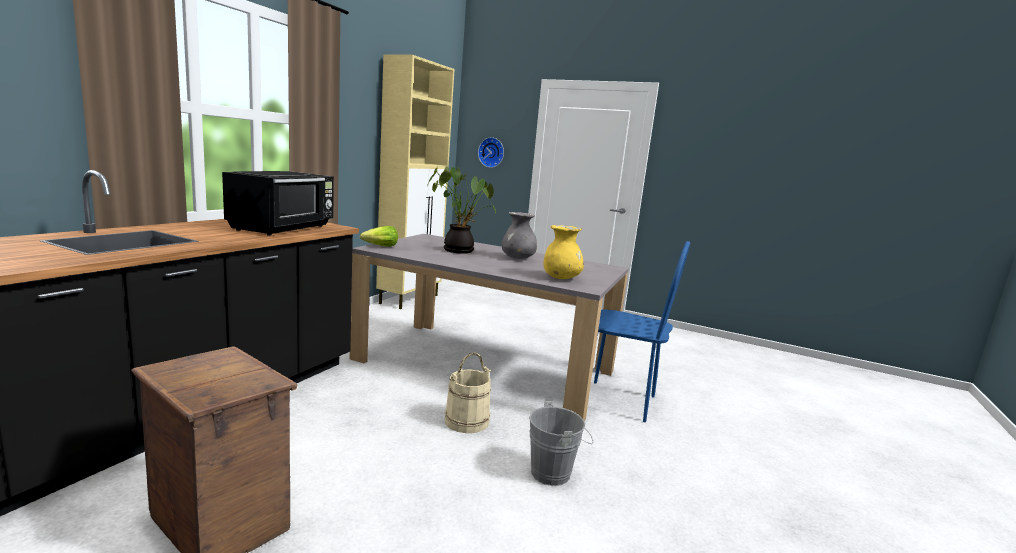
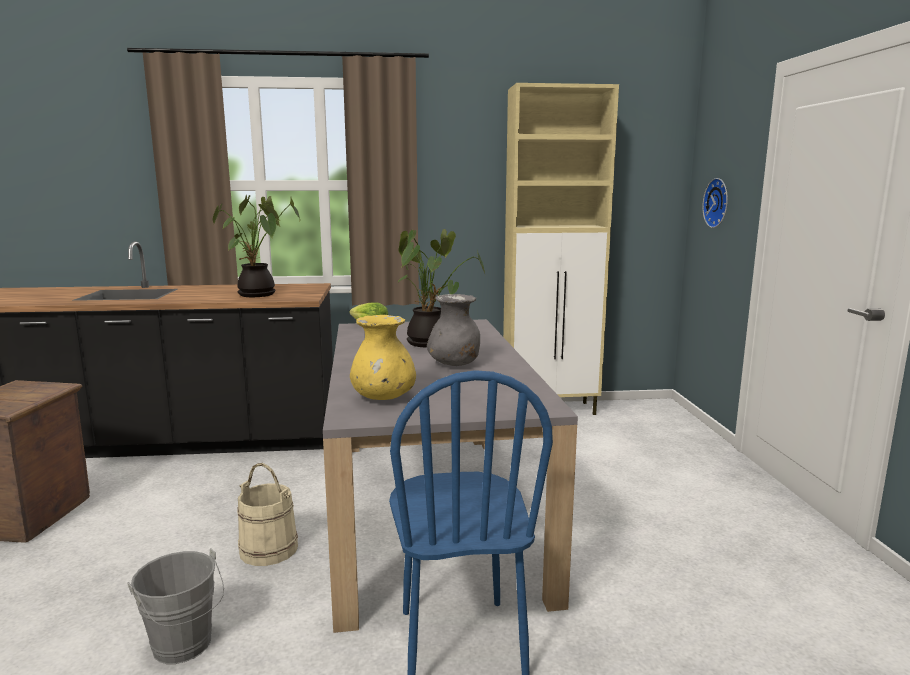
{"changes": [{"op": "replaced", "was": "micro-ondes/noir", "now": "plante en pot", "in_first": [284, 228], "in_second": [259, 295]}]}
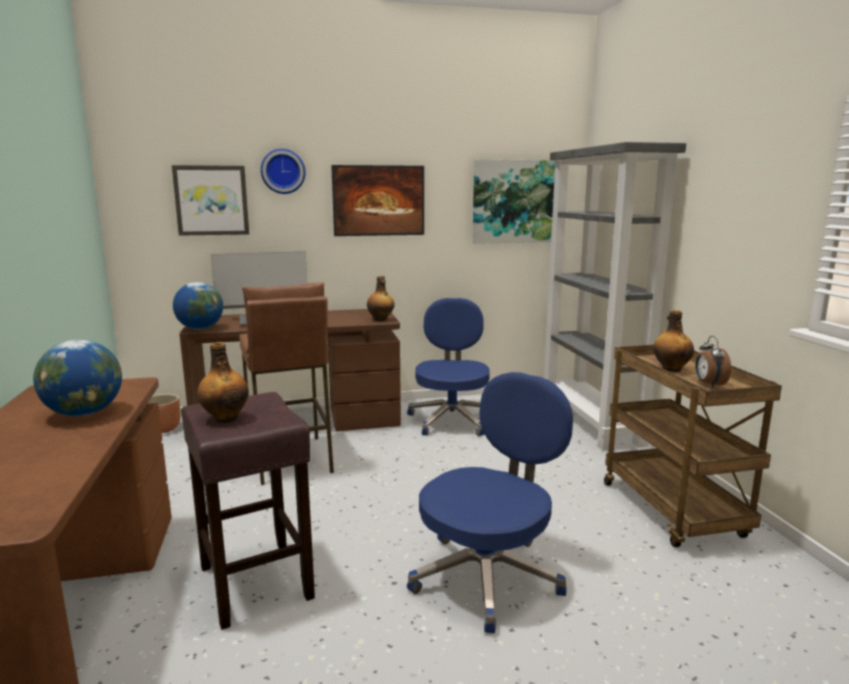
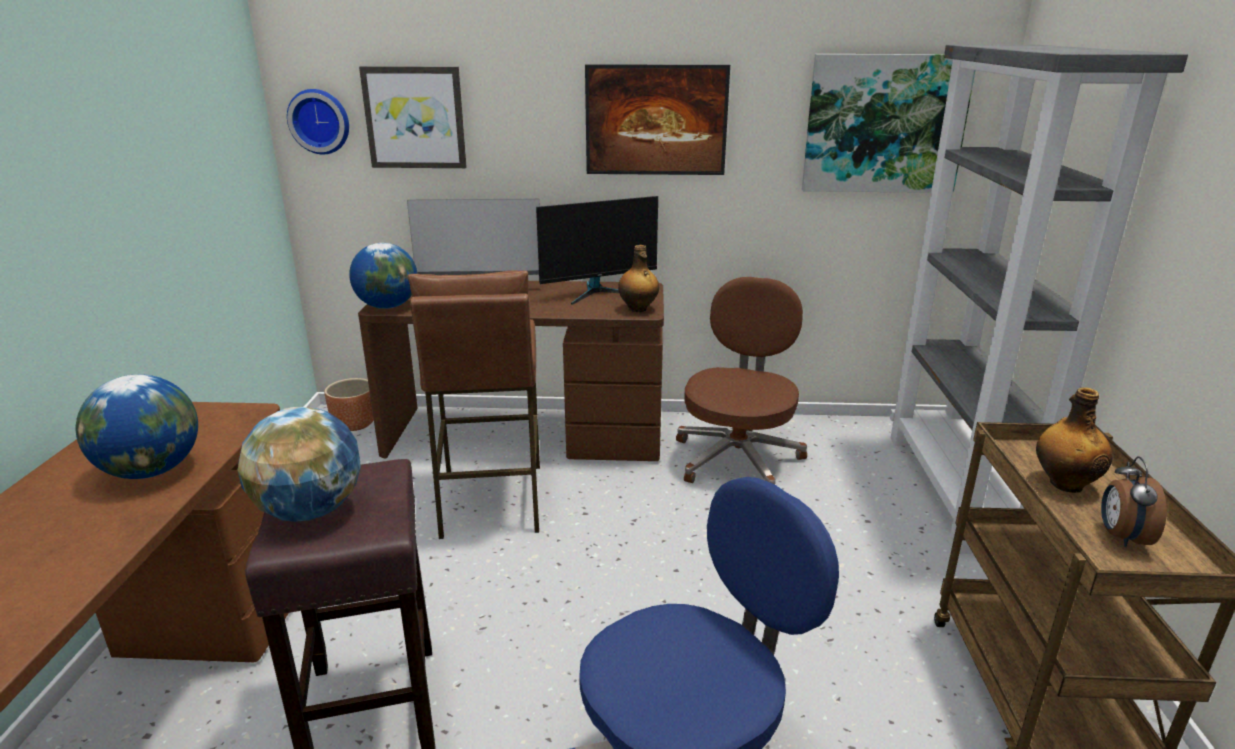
{"changes": [{"op": "added", "now": "écran d'ordinateur", "in_second": [598, 292]}, {"op": "moved", "was": "horloge murale", "in_first": [283, 171], "in_second": [320, 121]}, {"op": "replaced", "was": "bouteille", "now": "globe", "in_first": [225, 418], "in_second": [310, 511]}, {"op": "recoloured", "was": "chaise de bureau/bleu", "now": "chaise de bureau/marron", "in_first": [452, 419], "in_second": [738, 458]}]}
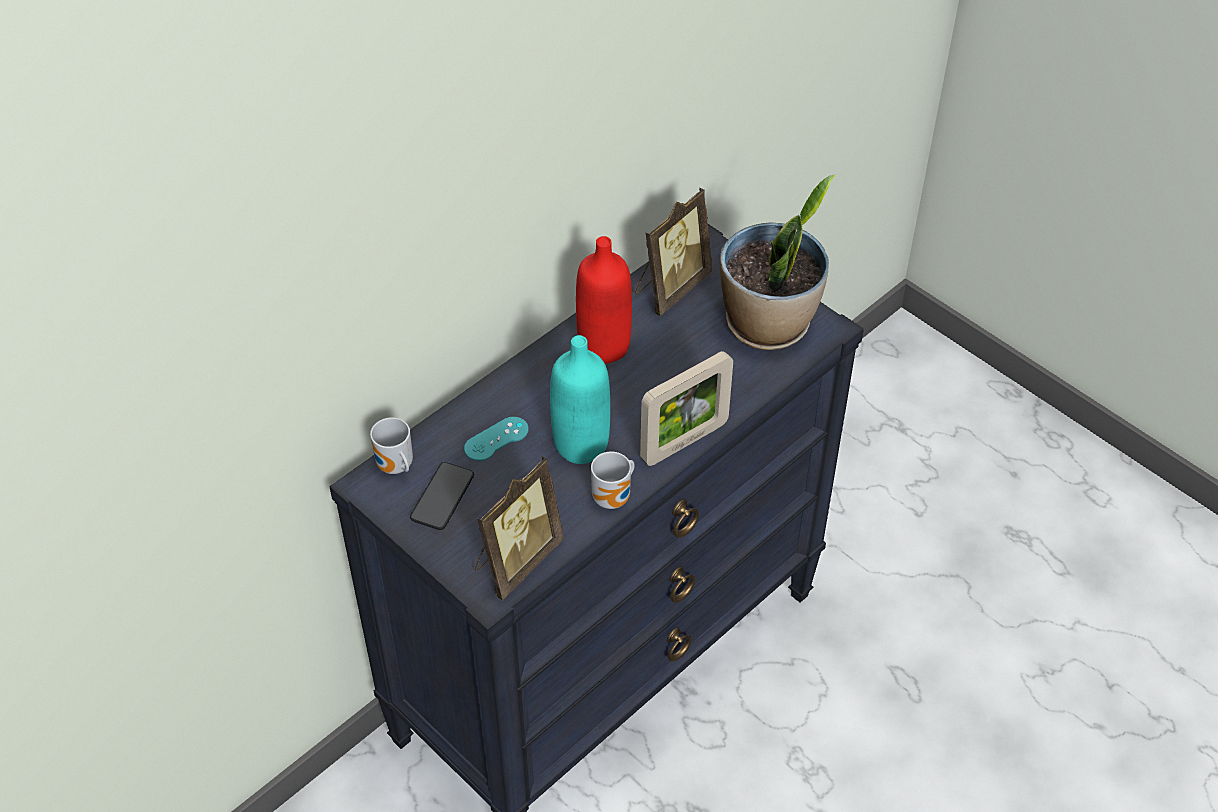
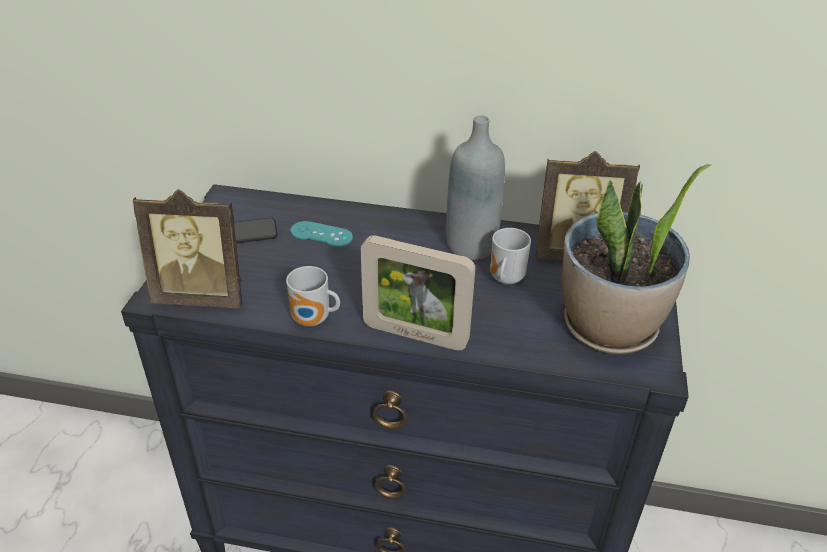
{"changes": [{"op": "removed", "was": "bouteille/turquoise", "in_first": [581, 445]}, {"op": "moved", "was": "mug", "in_first": [395, 468], "in_second": [504, 279]}, {"op": "recoloured", "was": "bouteille/rouge", "now": "bouteille/gris", "in_first": [604, 347], "in_second": [471, 246]}]}
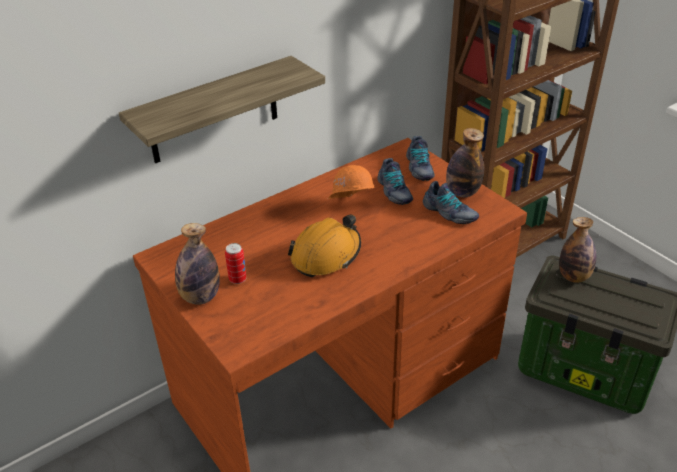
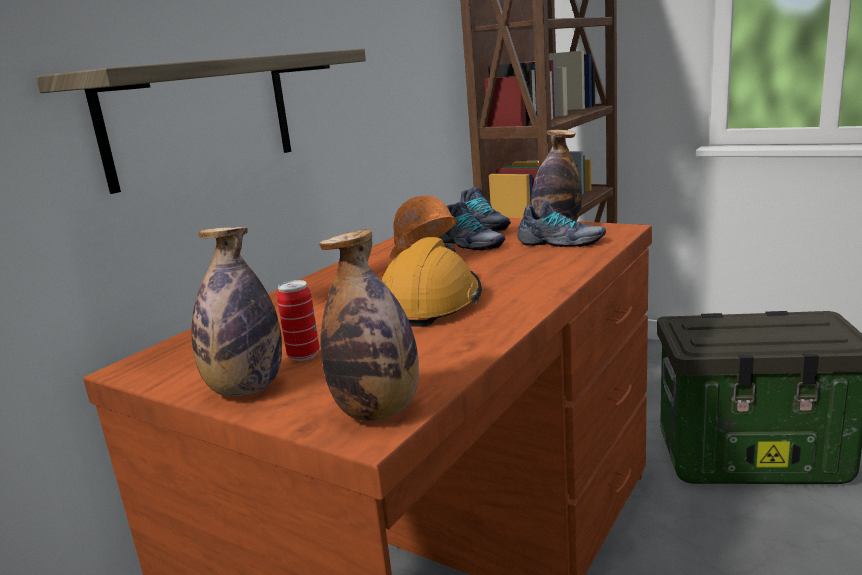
{"changes": [{"op": "moved", "was": "bouteille", "in_first": [574, 277], "in_second": [378, 411]}]}
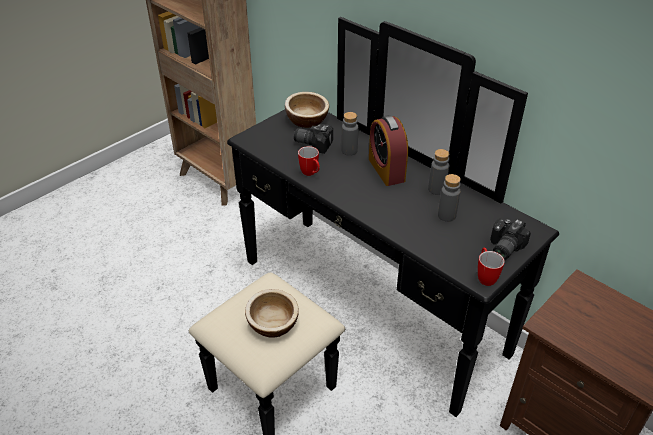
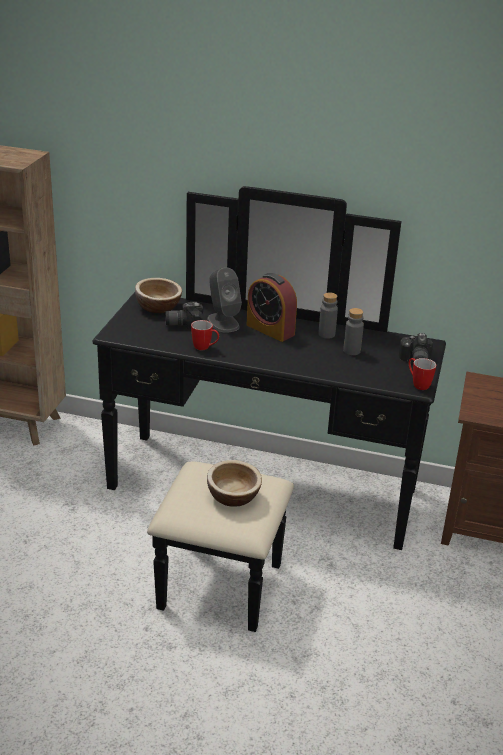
{"changes": [{"op": "replaced", "was": "bouteille/gris", "now": "enceinte/gris", "in_first": [349, 151], "in_second": [223, 322]}]}
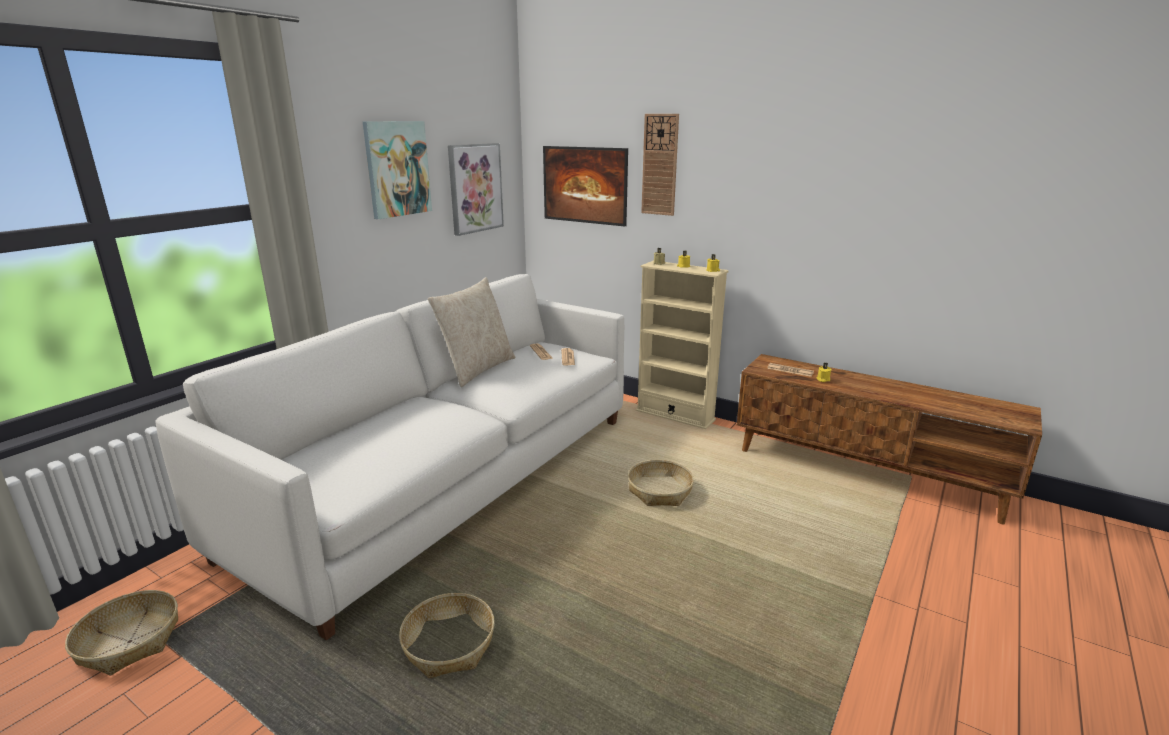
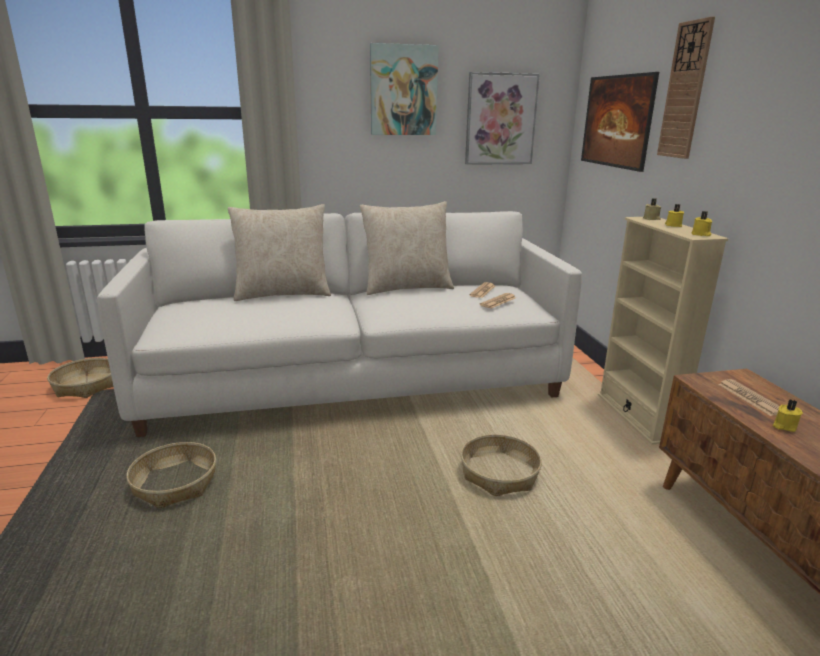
{"changes": [{"op": "added", "now": "coussin/beige", "in_second": [283, 294]}]}
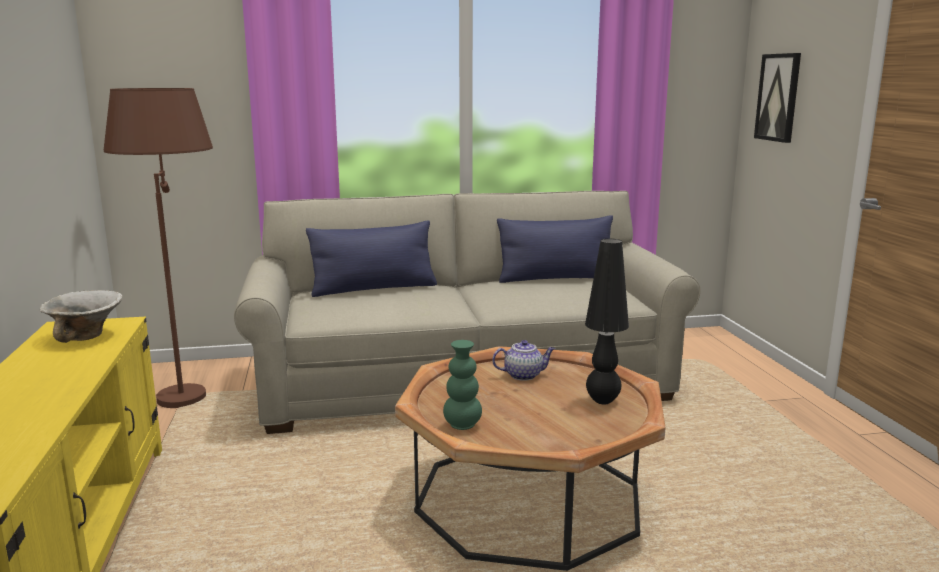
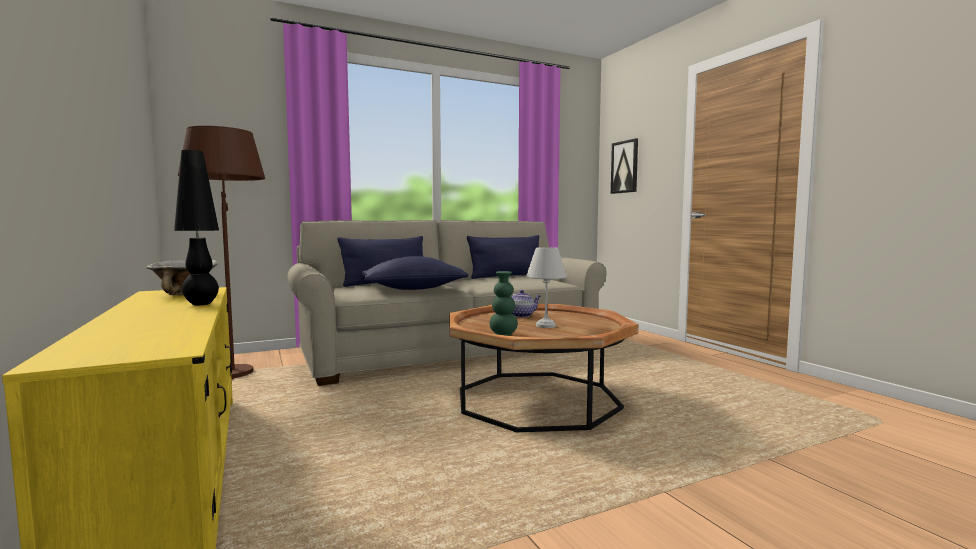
{"changes": [{"op": "added", "now": "coussin/bleu", "in_second": [414, 289]}, {"op": "added", "now": "lampe de table/blanc", "in_second": [546, 326]}, {"op": "moved", "was": "lampe de table/noir", "in_first": [603, 401], "in_second": [201, 304]}]}
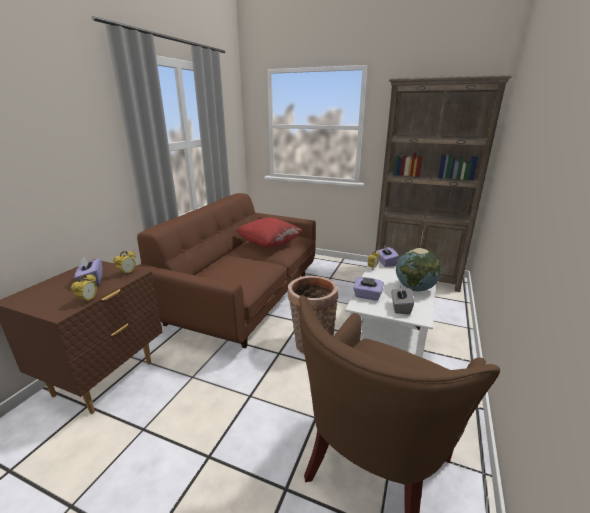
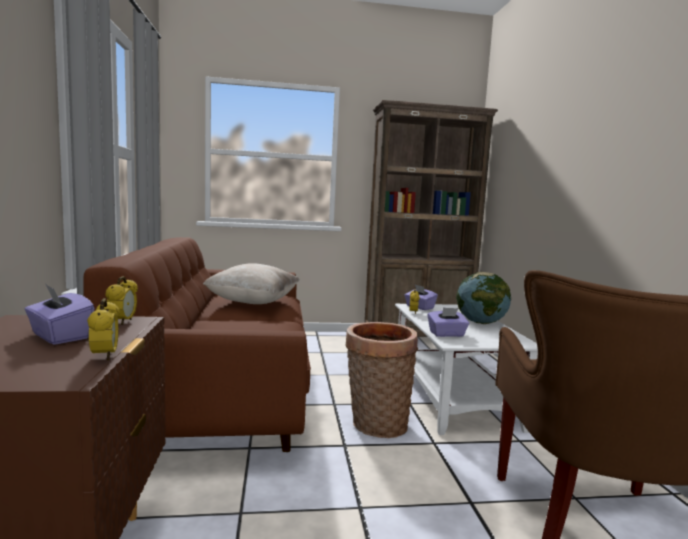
{"changes": [{"op": "removed", "was": "boîte à mouchoirs/gris", "in_first": [400, 307]}, {"op": "recoloured", "was": "coussin/rouge", "now": "coussin/beige", "in_first": [269, 244], "in_second": [253, 303]}]}
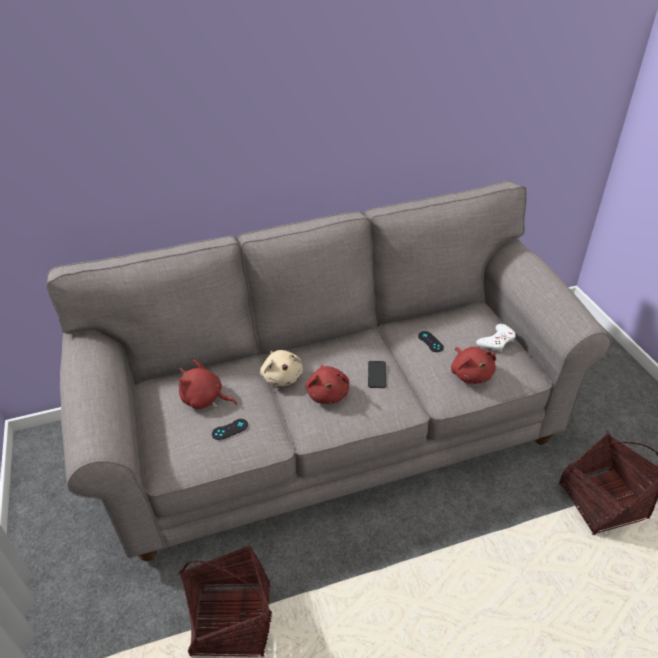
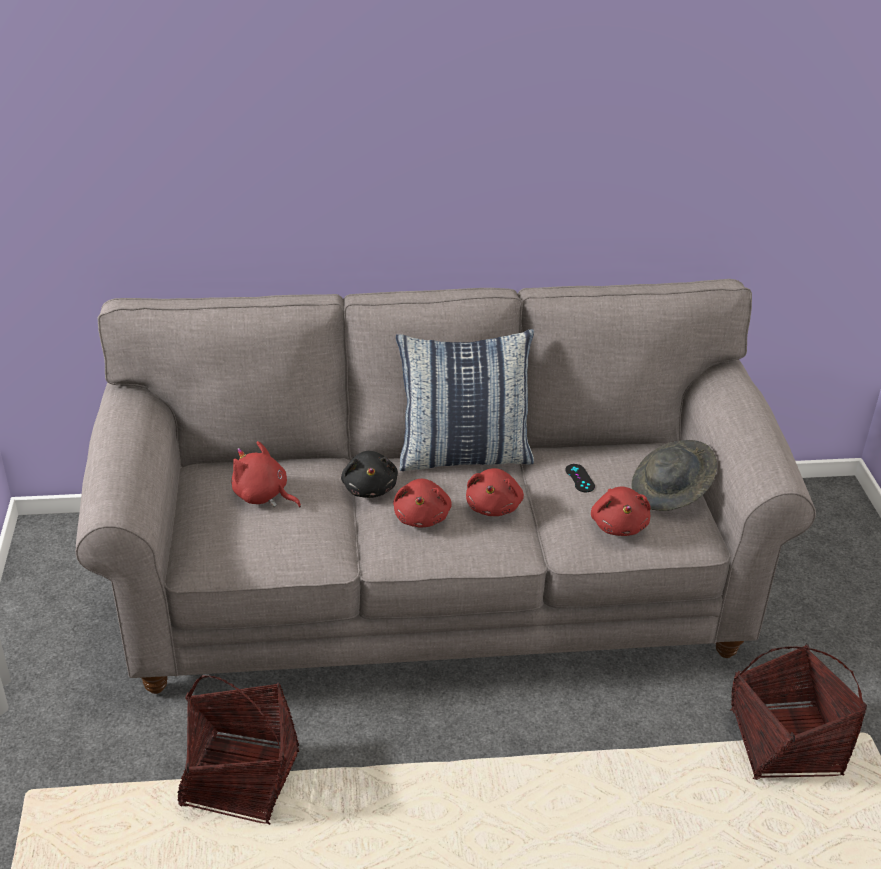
{"changes": [{"op": "removed", "was": "manette/noir", "in_first": [230, 429]}, {"op": "added", "now": "coussin", "in_second": [464, 455]}, {"op": "replaced", "was": "téléphone", "now": "peluche/rouge", "in_first": [377, 374], "in_second": [494, 506]}, {"op": "replaced", "was": "manette/blanc", "now": "chapeau/gris", "in_first": [496, 341], "in_second": [671, 492]}, {"op": "recoloured", "was": "peluche/beige", "now": "peluche/noir", "in_first": [282, 376], "in_second": [370, 488]}]}
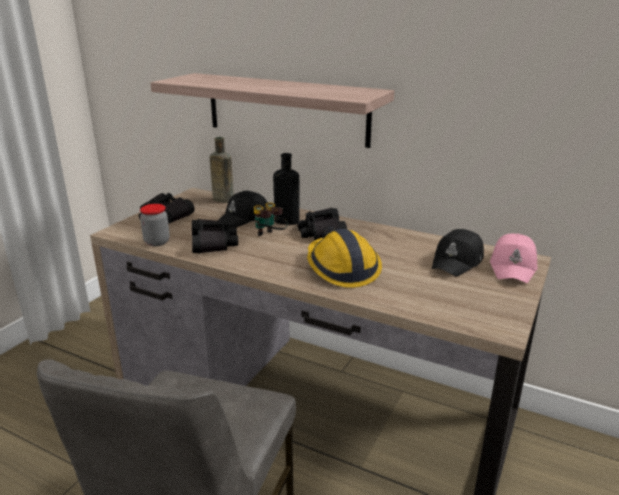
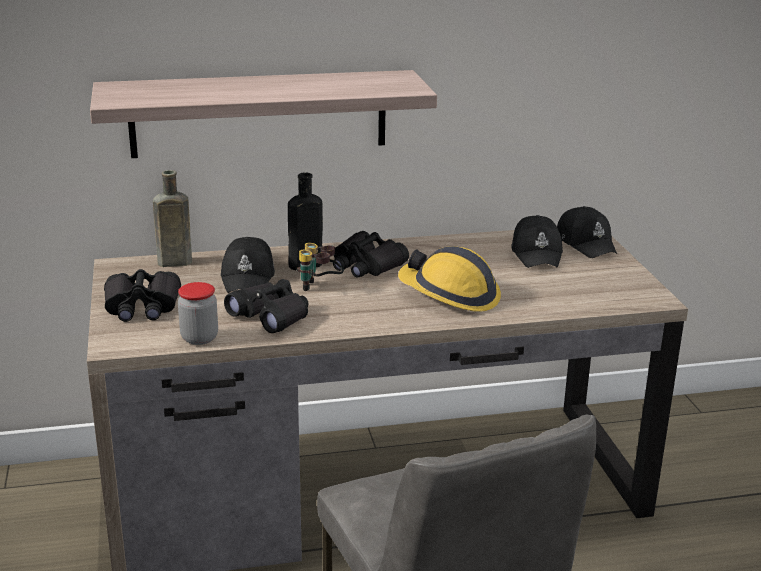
{"changes": [{"op": "recoloured", "was": "casquette/rose", "now": "casquette/noir", "in_first": [513, 267], "in_second": [586, 243]}]}
